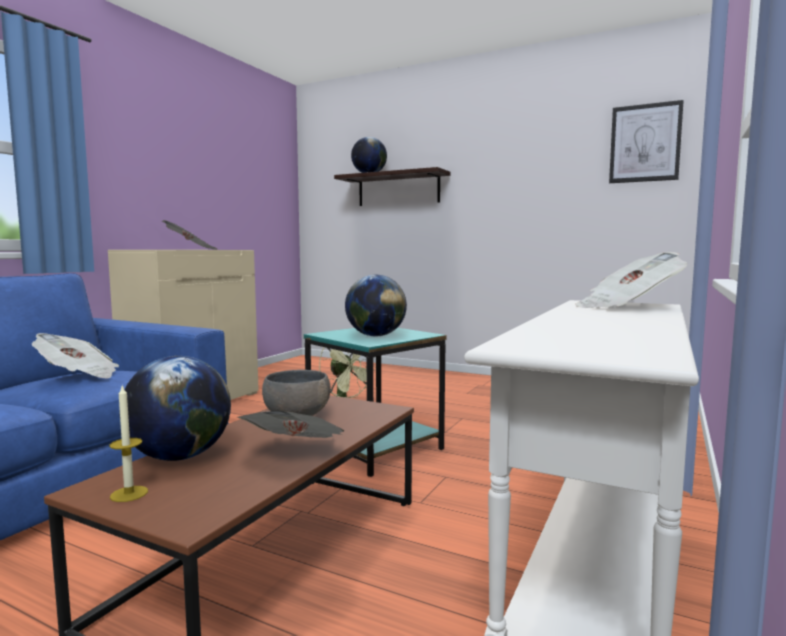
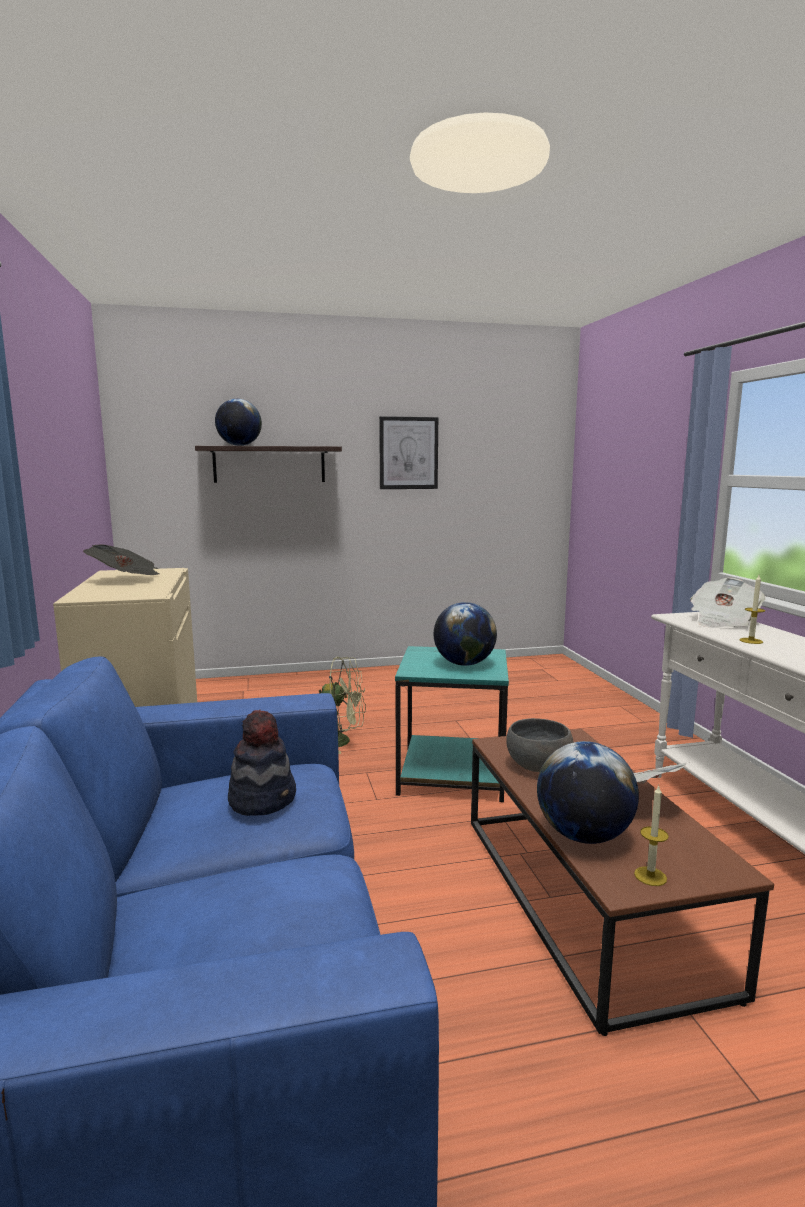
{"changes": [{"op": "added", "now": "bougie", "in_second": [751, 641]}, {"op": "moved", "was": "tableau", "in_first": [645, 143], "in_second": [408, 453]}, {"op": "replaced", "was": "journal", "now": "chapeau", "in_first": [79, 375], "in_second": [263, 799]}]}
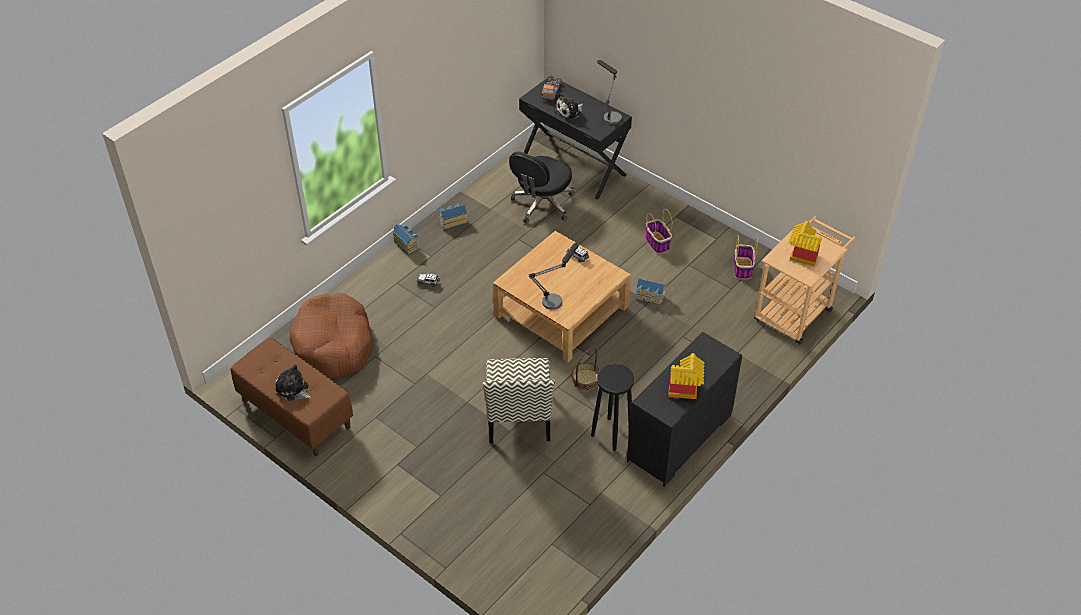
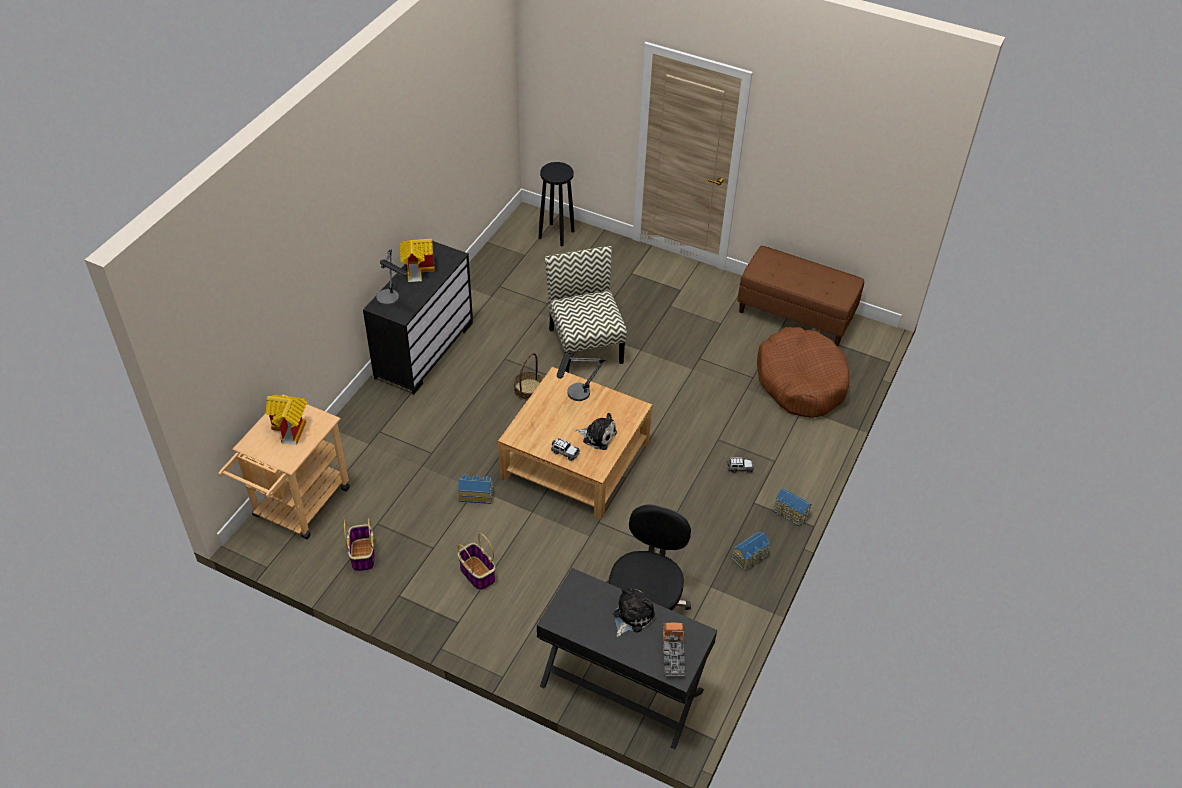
{"changes": [{"op": "moved", "was": "peluche", "in_first": [293, 389], "in_second": [597, 436]}, {"op": "moved", "was": "tabouret/noir", "in_first": [611, 433], "in_second": [557, 235]}, {"op": "moved", "was": "lampe de table", "in_first": [609, 115], "in_second": [392, 301]}]}
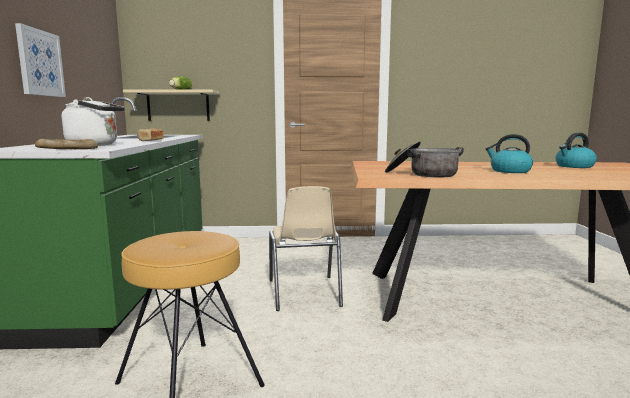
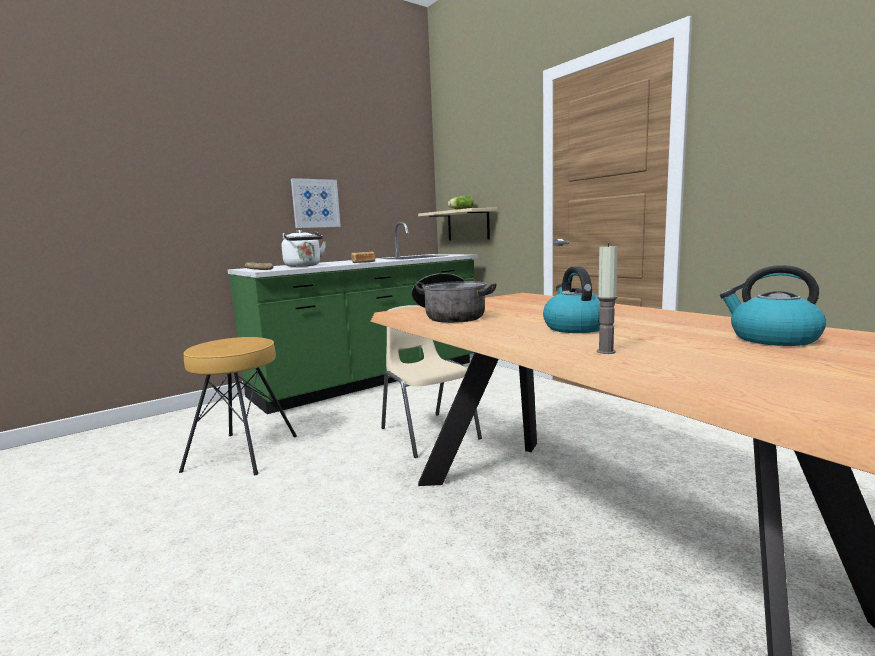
{"changes": [{"op": "added", "now": "bougie", "in_second": [606, 351]}, {"op": "turned", "was": "chaise/beige", "in_first": [304, 293], "in_second": [428, 433], "clockwise": 105}]}
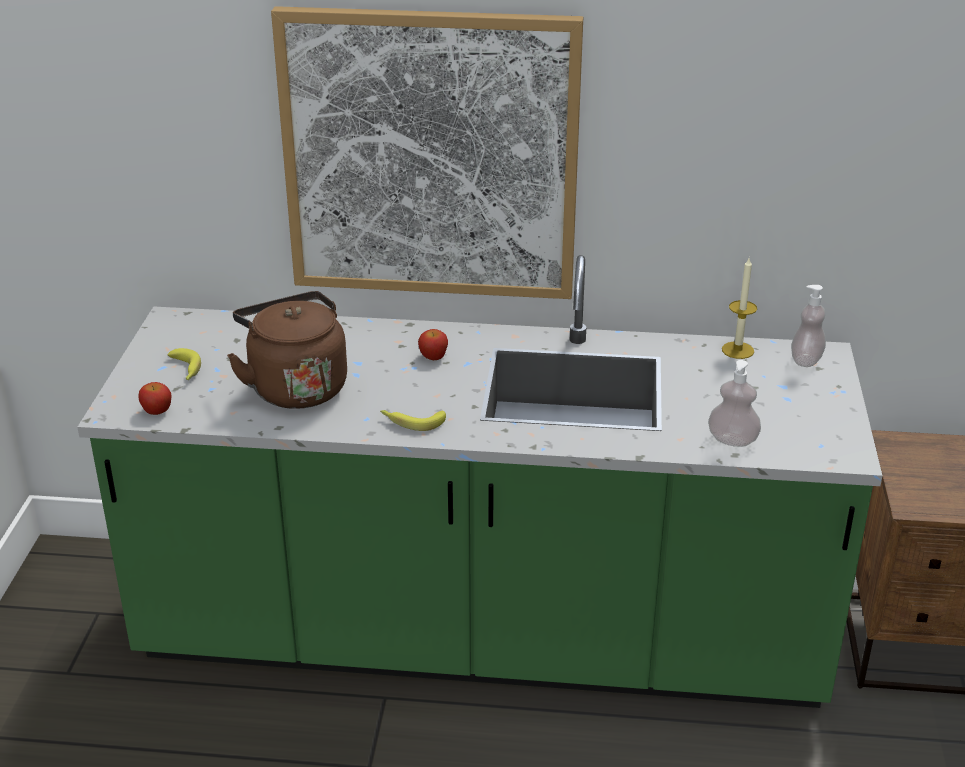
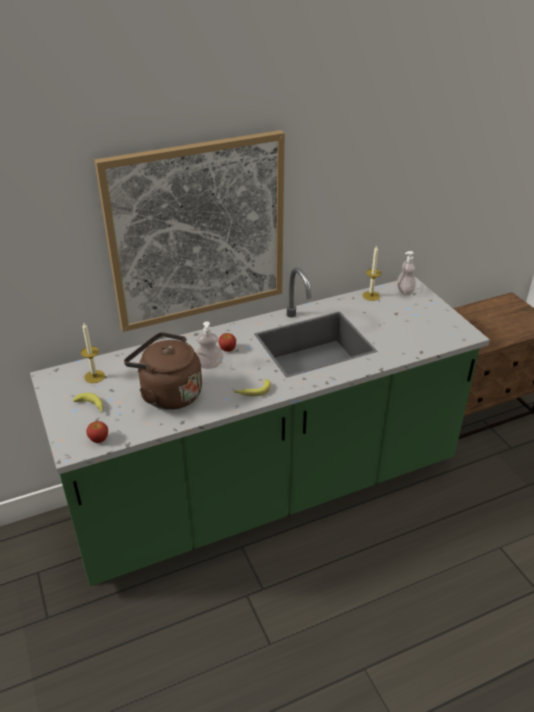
{"changes": [{"op": "added", "now": "bougie", "in_second": [94, 376]}, {"op": "moved", "was": "distributeur de savon", "in_first": [732, 440], "in_second": [209, 365]}]}
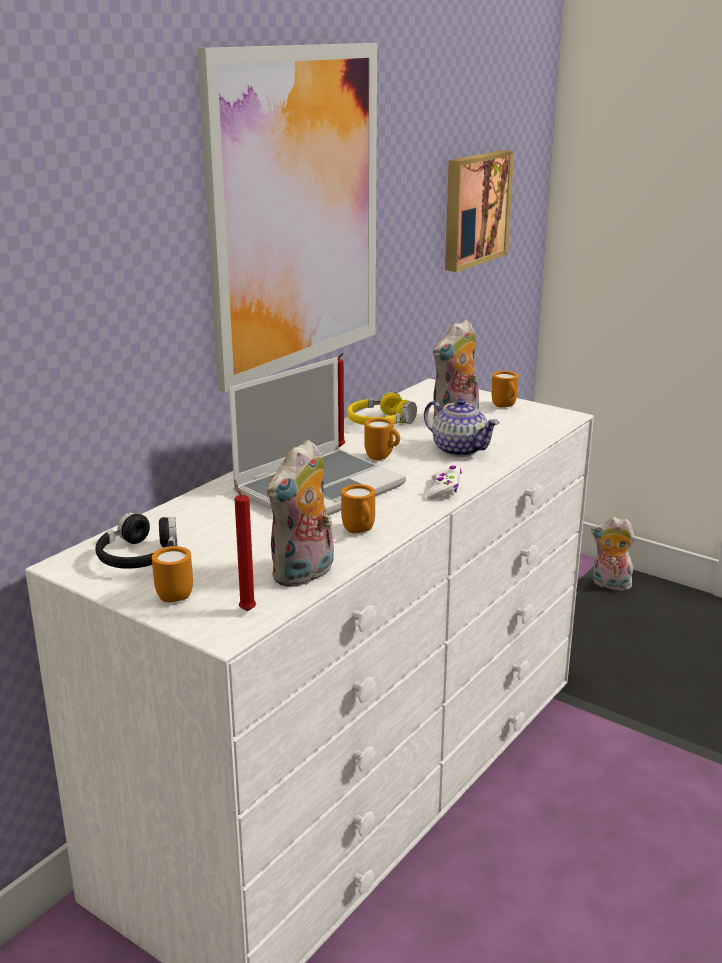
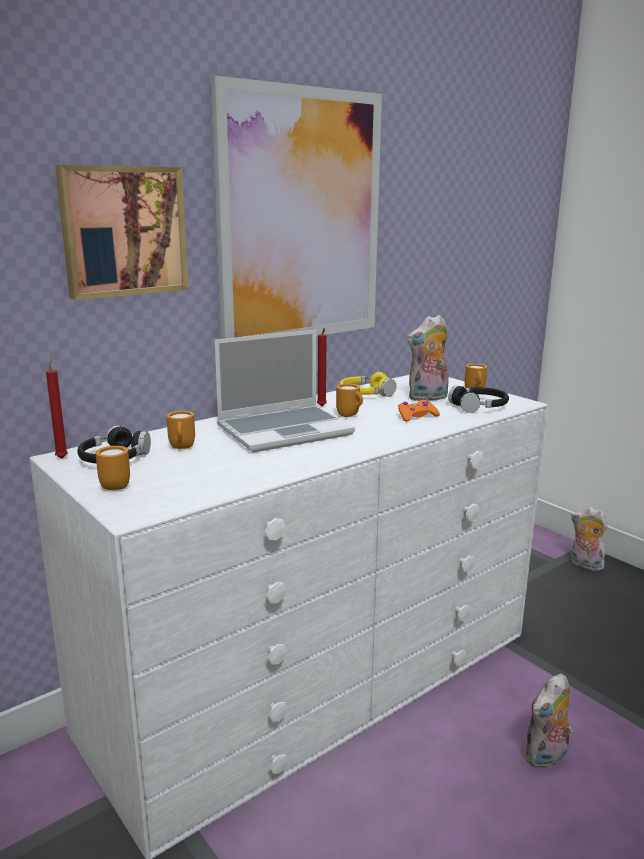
{"changes": [{"op": "removed", "was": "manette/blanc", "in_first": [444, 489]}, {"op": "added", "now": "casque audio/noir", "in_second": [479, 406]}, {"op": "moved", "was": "bougie/rouge", "in_first": [246, 609], "in_second": [62, 457]}, {"op": "moved", "was": "peluche", "in_first": [304, 575], "in_second": [546, 757]}, {"op": "moved", "was": "mug/orange", "in_first": [360, 532], "in_second": [182, 448]}, {"op": "moved", "was": "tableau", "in_first": [474, 209], "in_second": [123, 231]}, {"op": "replaced", "was": "théière", "now": "manette/orange", "in_first": [459, 449], "in_second": [416, 416]}]}
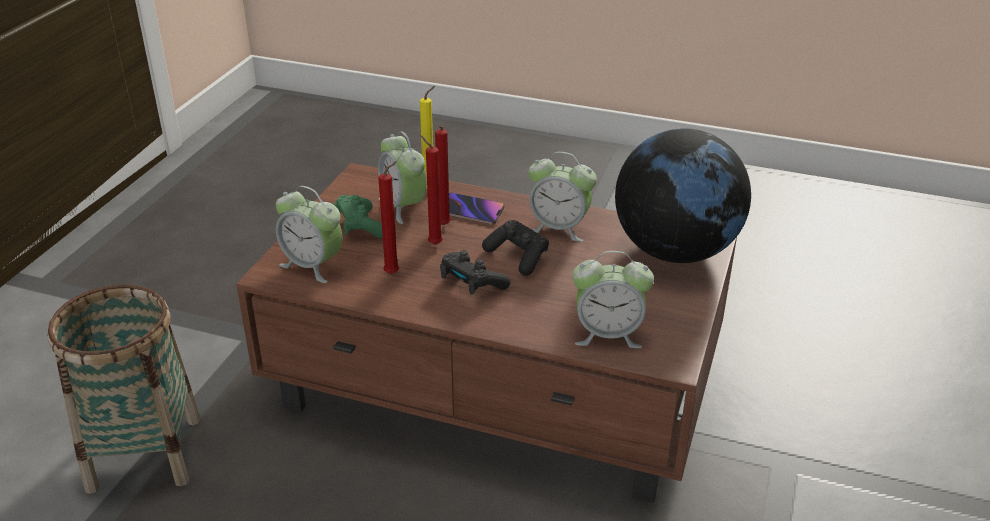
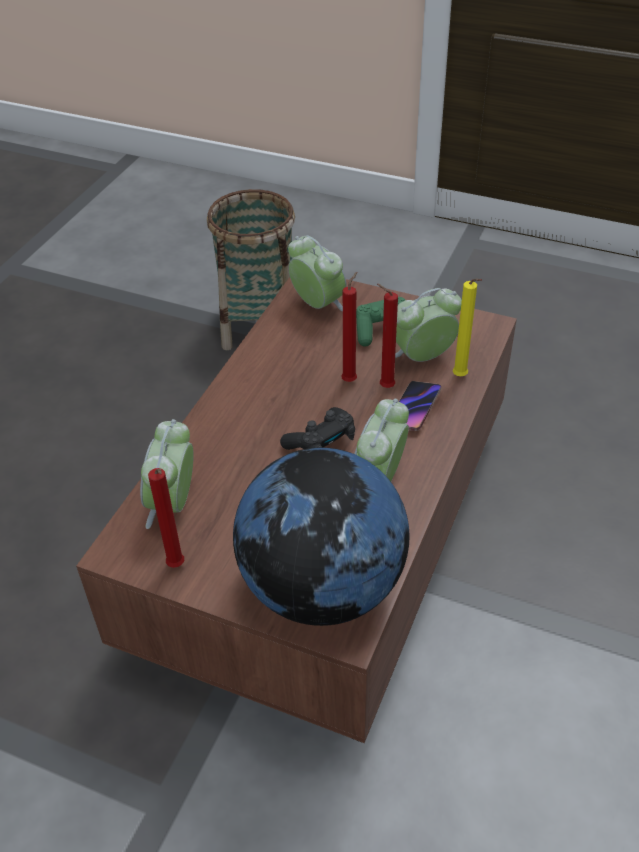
{"changes": [{"op": "removed", "was": "manette/noir", "in_first": [472, 283]}, {"op": "moved", "was": "bougie/rouge", "in_first": [394, 273], "in_second": [177, 567]}, {"op": "turned", "was": "réveil", "in_first": [312, 265], "in_second": [318, 305], "clockwise": 105}]}
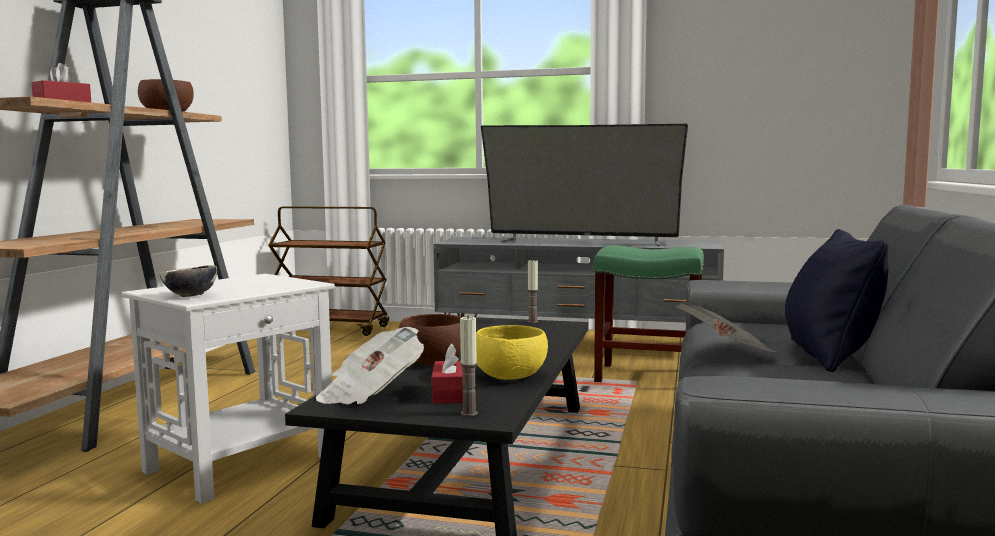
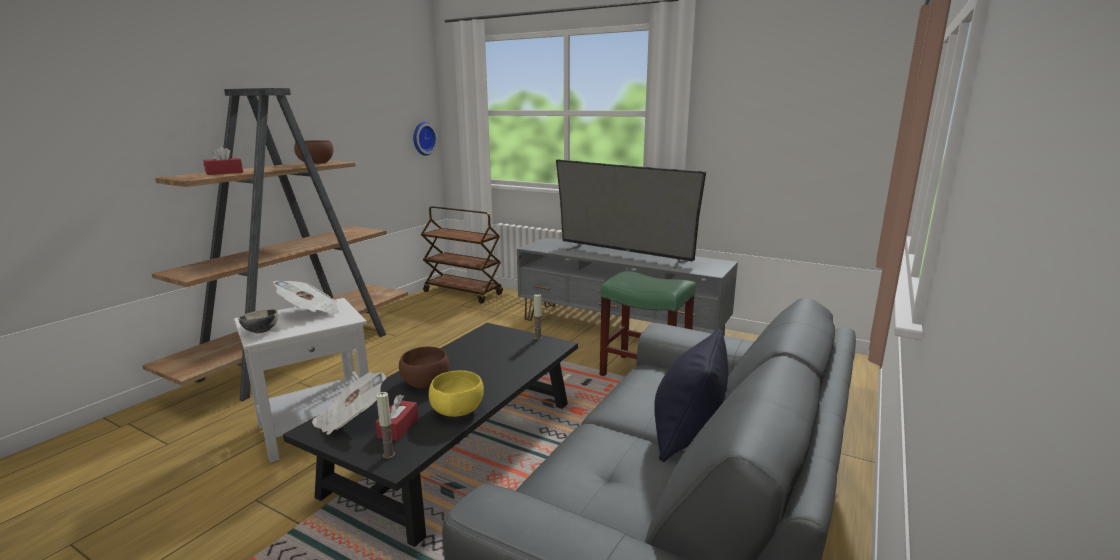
{"changes": [{"op": "added", "now": "horloge murale", "in_second": [423, 138]}, {"op": "moved", "was": "journal", "in_first": [726, 354], "in_second": [311, 312]}]}
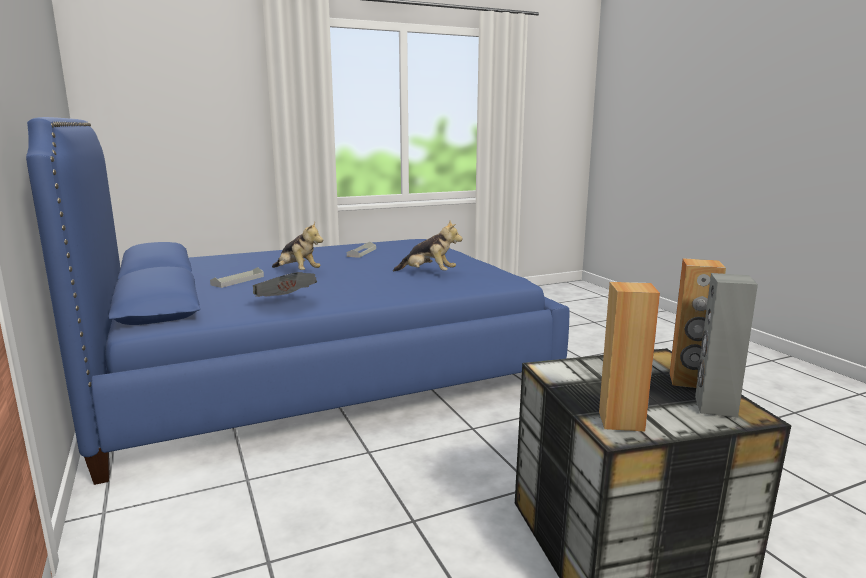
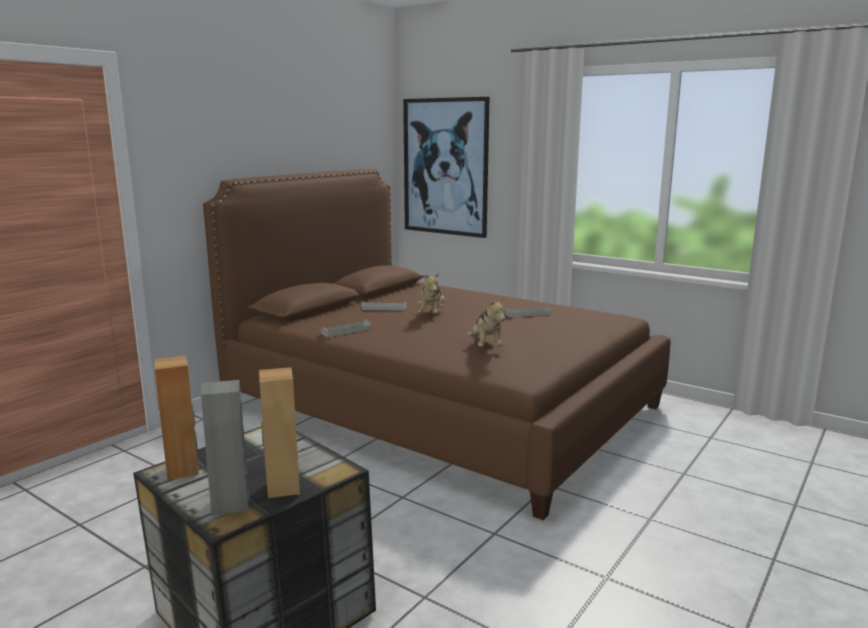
{"changes": [{"op": "added", "now": "tableau", "in_second": [445, 167]}, {"op": "replaced", "was": "journal", "now": "plateau/gris", "in_first": [285, 303], "in_second": [346, 331]}, {"op": "recoloured", "was": "lit/bleu", "now": "lit/marron", "in_first": [319, 368], "in_second": [440, 406]}]}
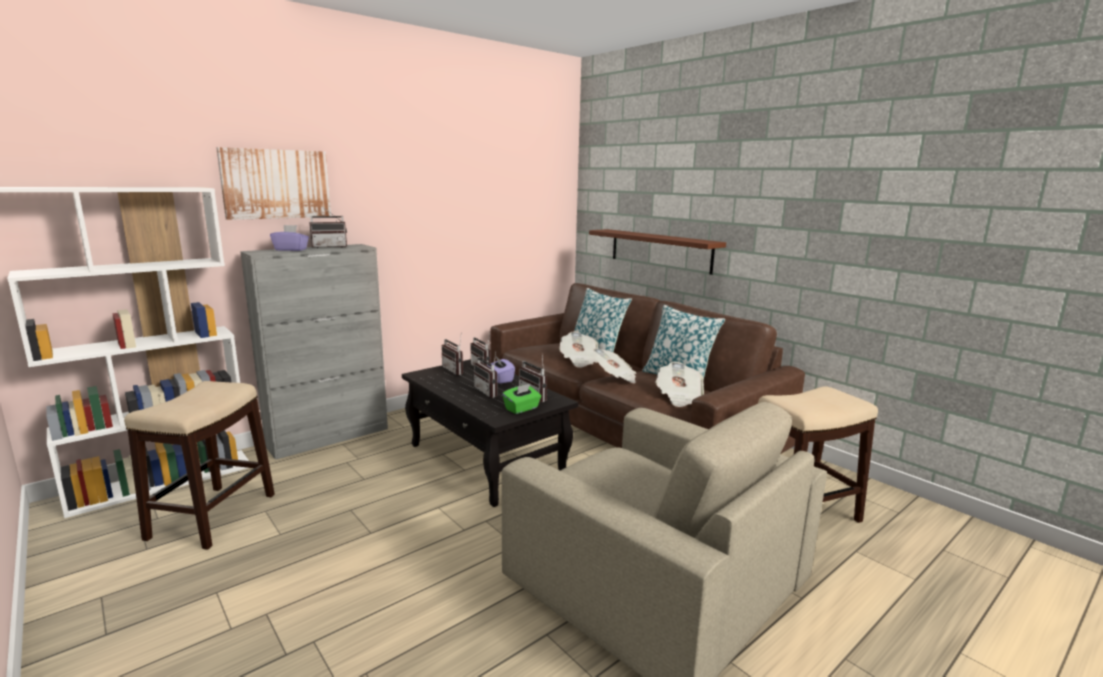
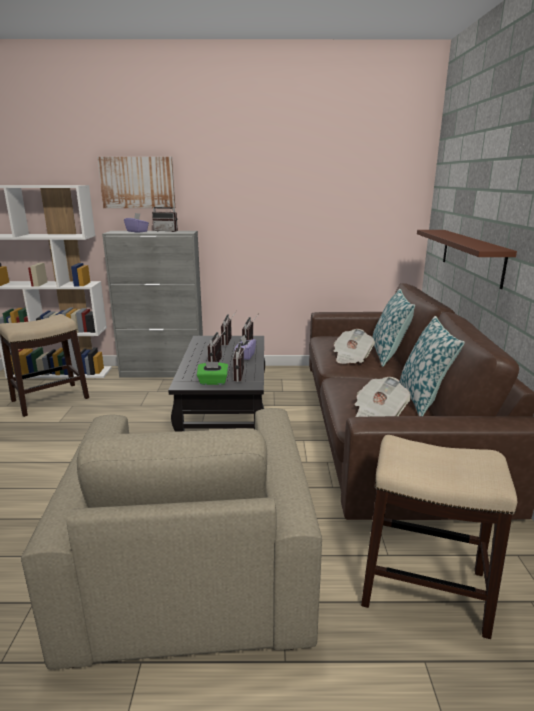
{"changes": [{"op": "removed", "was": "journal", "in_first": [615, 377]}]}
